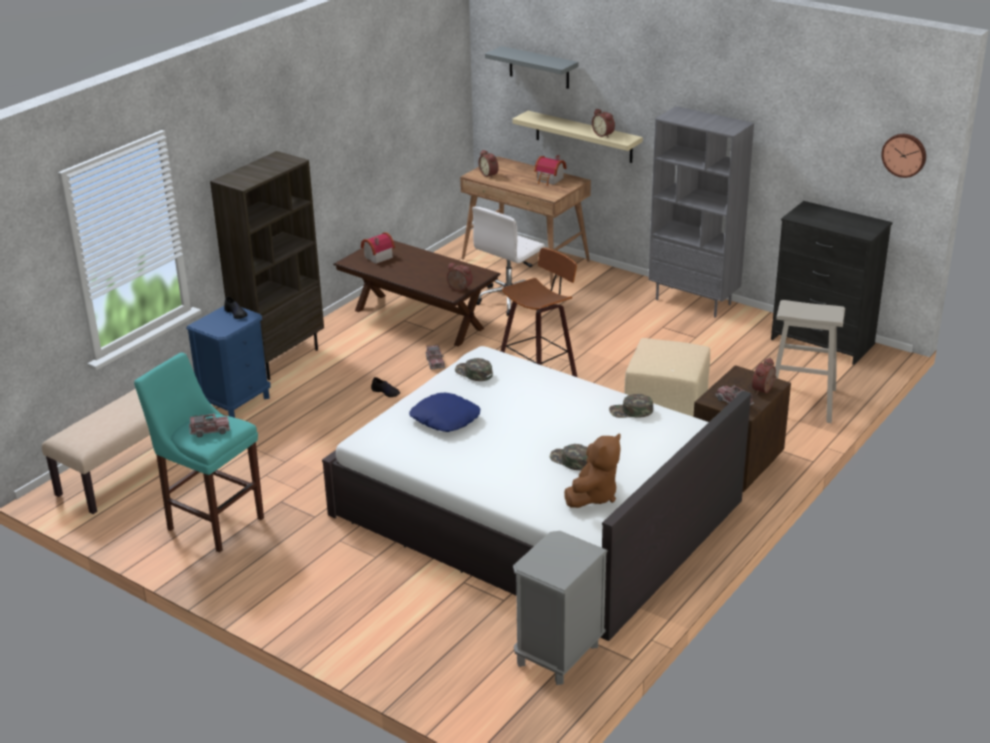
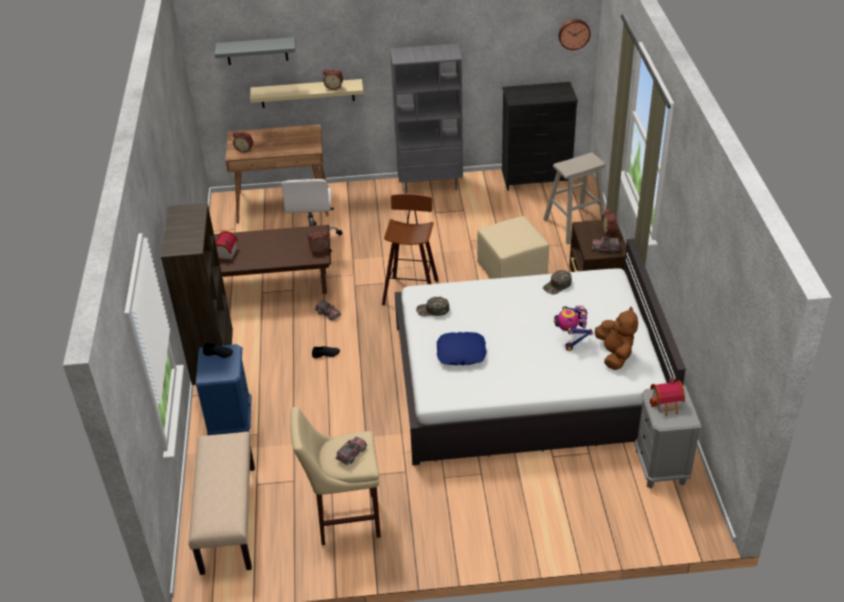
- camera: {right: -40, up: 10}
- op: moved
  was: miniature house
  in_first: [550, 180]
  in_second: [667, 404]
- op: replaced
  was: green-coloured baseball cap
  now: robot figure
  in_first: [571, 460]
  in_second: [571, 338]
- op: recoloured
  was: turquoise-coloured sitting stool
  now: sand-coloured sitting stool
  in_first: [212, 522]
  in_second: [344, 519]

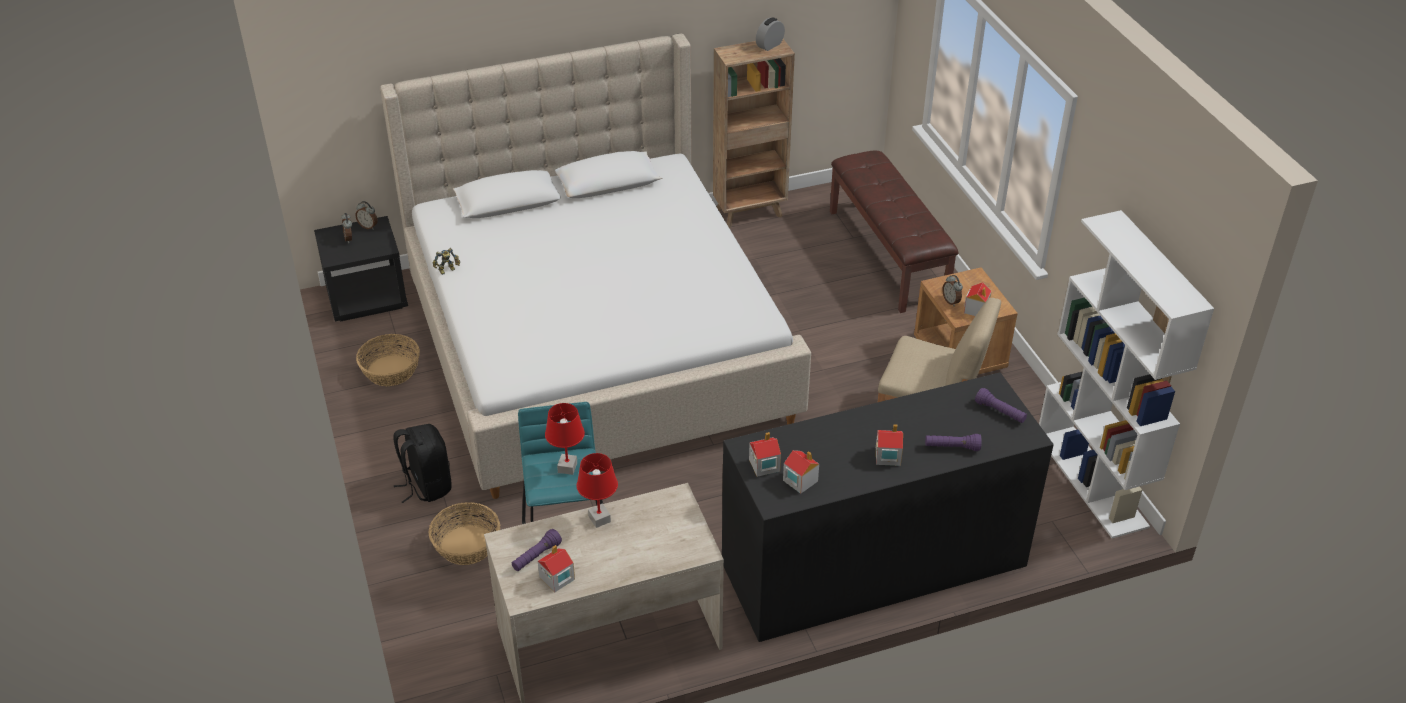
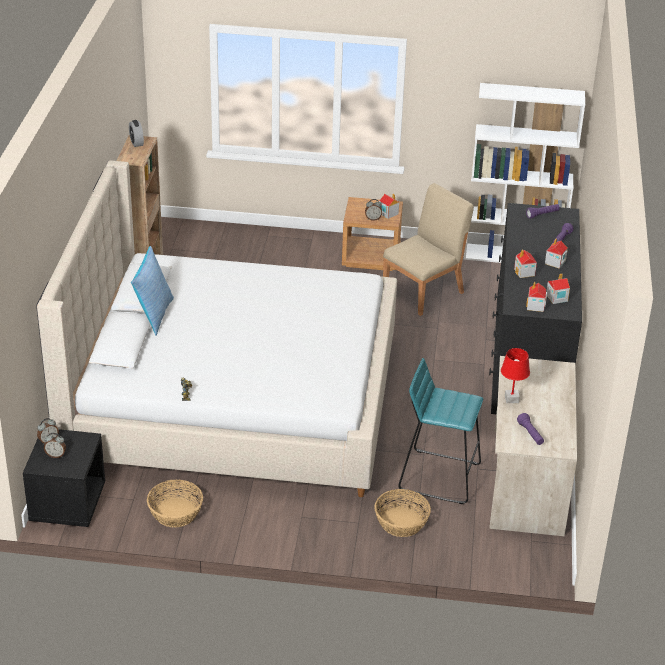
- camera: {right: -65, up: -5}
- op: removed
  was: black-coloured rucksack
  in_first: [426, 485]
- op: removed
  was: red-coloured lamp for a table
  in_first: [567, 467]
- op: removed
  was: brown indoor bench
  in_first: [888, 255]
- op: added
  now: throw pillow
  in_second: [153, 315]
- op: moved
  was: miniature house
  in_first: [556, 578]
  in_second: [524, 272]

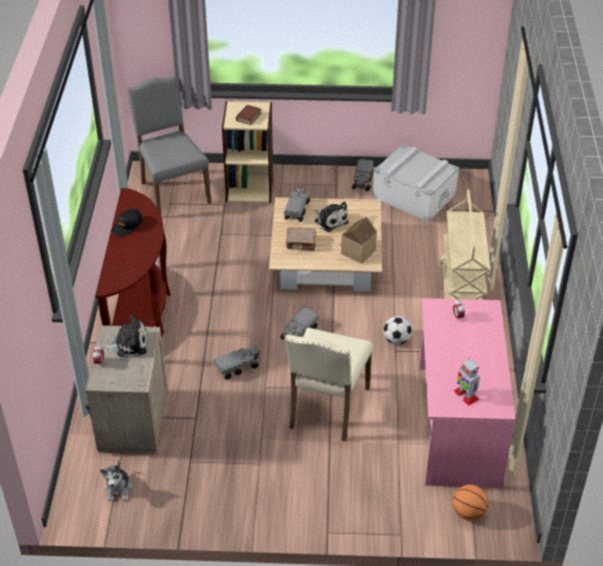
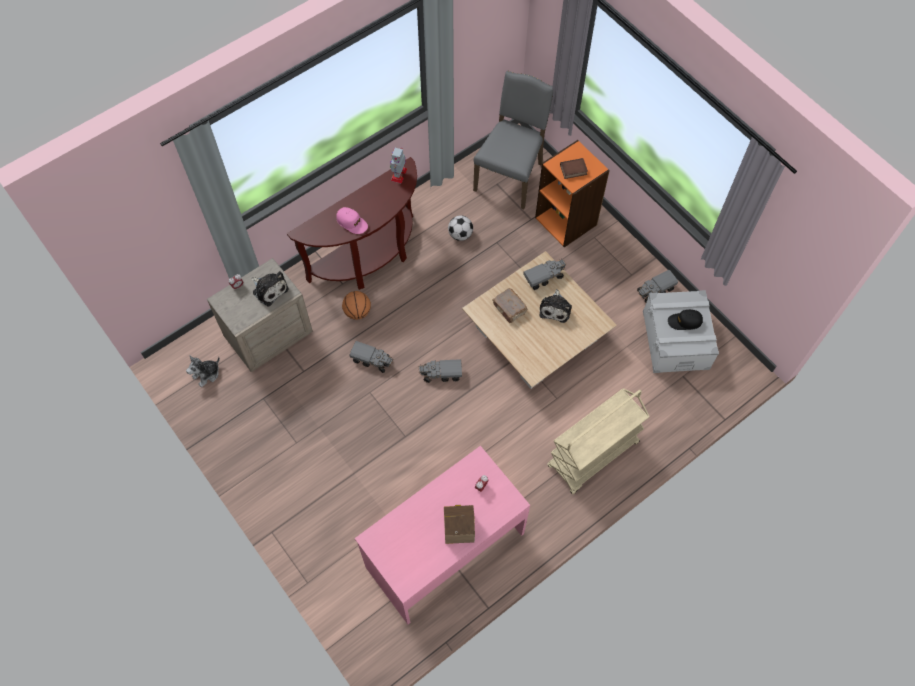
- camera: {right: 50, up: 20}
- op: removed
  was: sand-coloured upright chair
  in_first: [327, 408]
- op: added
  now: pink baseball cap
  in_second: [352, 222]
- op: moved
  was: black-coloured baseball cap
  in_first: [127, 226]
  in_second: [684, 321]
- op: moved
  was: miniature house
  in_first: [356, 251]
  in_second: [458, 526]
- op: moved
  was: ball for football
  in_first: [396, 340]
  in_second: [460, 235]
- op: moved
  was: basketball
  in_first: [468, 513]
  in_second: [357, 312]
- op: moved
  was: robot figure
  in_first: [465, 395]
  in_second: [398, 174]
- op: recoloured
  was: sand-coloured bookshelf
  now: orange bookshelf
  in_first: [250, 188]
  in_second: [566, 221]

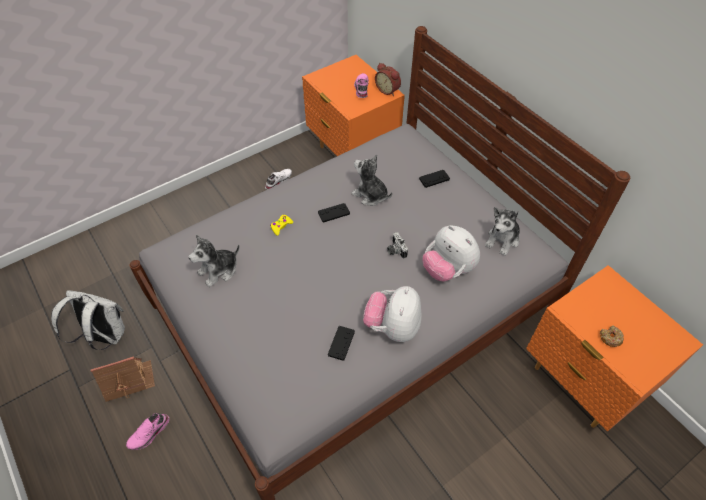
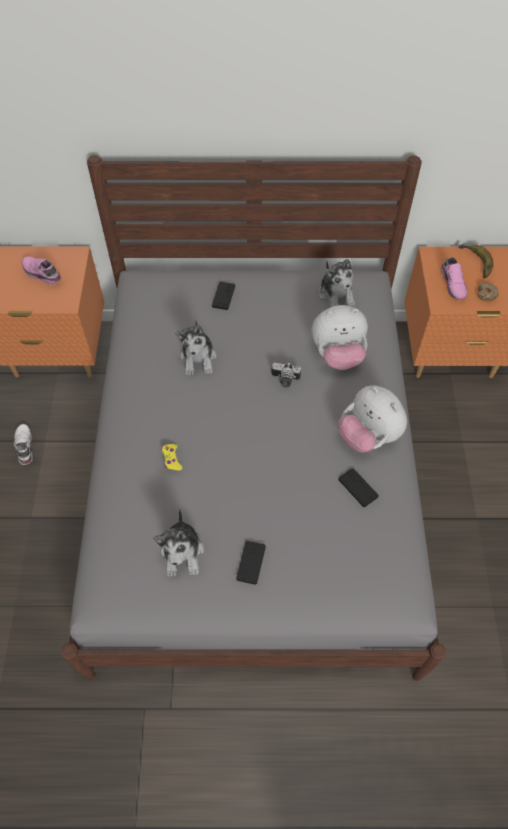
- camera: {right: -55, up: 5}
- op: removed
  was: white-coloured rucksack
  in_first: [104, 336]
- op: removed
  was: miniature house
  in_first: [128, 380]
- op: removed
  was: alarm clock
  in_first: [388, 90]
- op: added
  now: whole banana
  in_second: [474, 263]
- op: moved
  was: pink item of footwear
  in_first: [149, 434]
  in_second: [453, 284]
- op: moved
  was: black-coloured game controller
  in_first: [334, 213]
  in_second: [251, 562]
- op: turned
  was: cuddly toy
  in_first: [370, 195]
  in_second: [198, 358]
  clockwise: -75

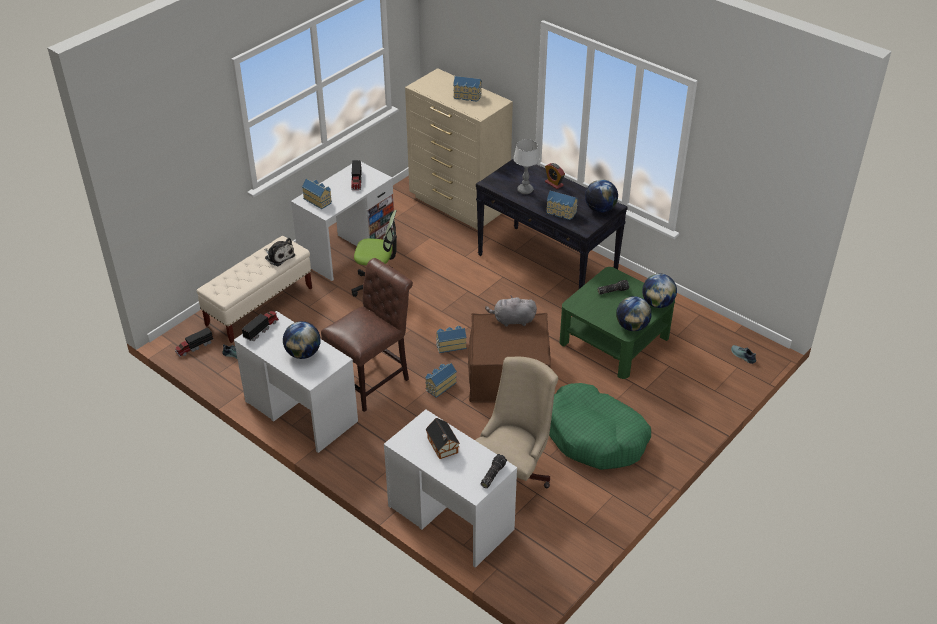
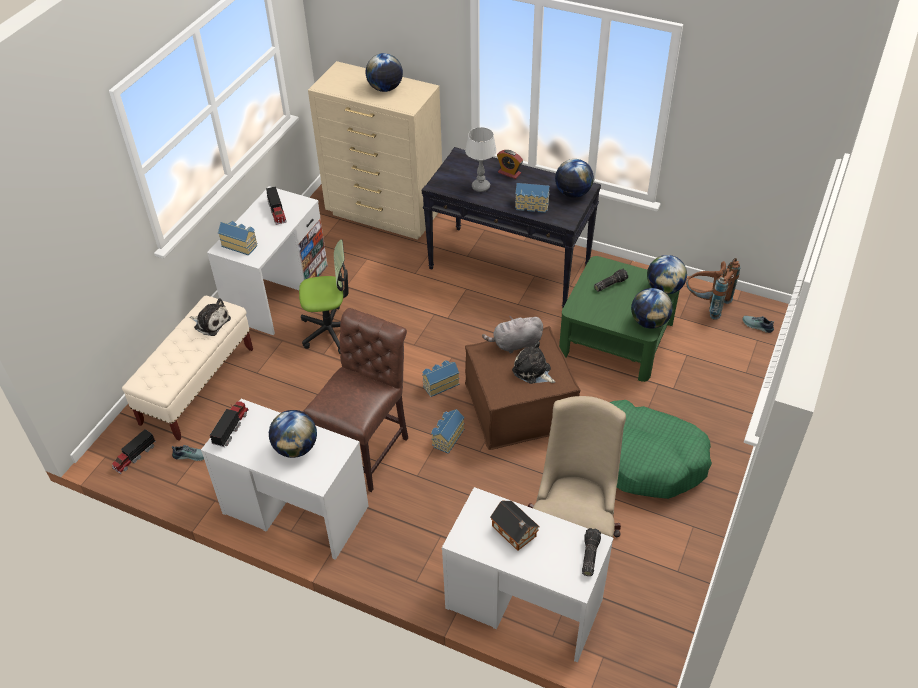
- camera: {right: -15, up: 5}
- op: added
  now: cuddly toy
  in_second: [533, 371]
- op: added
  now: brown rucksack
  in_second: [706, 304]
- op: replaced
  was: miniature house
  now: desk globe
  in_first: [467, 96]
  in_second: [385, 88]

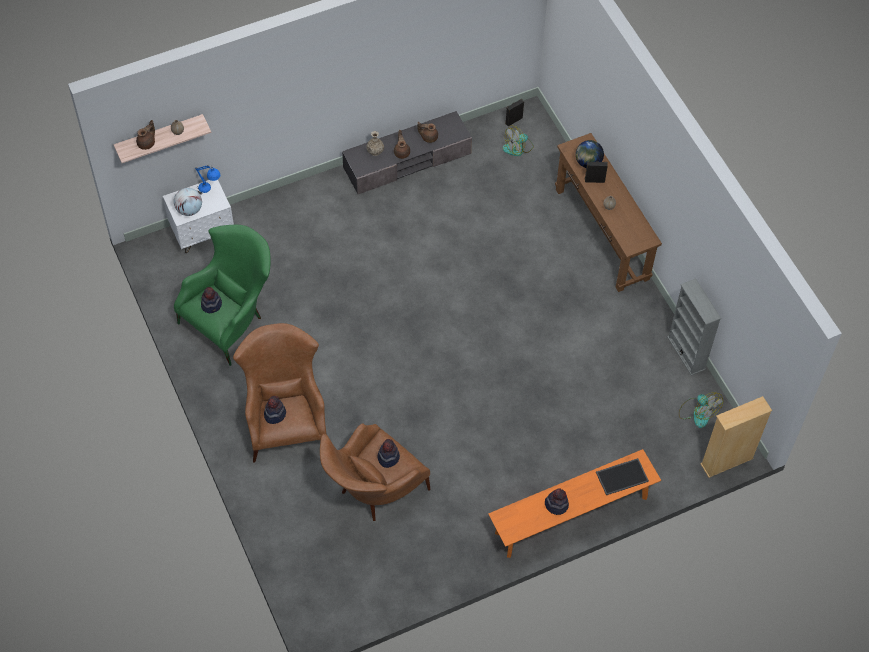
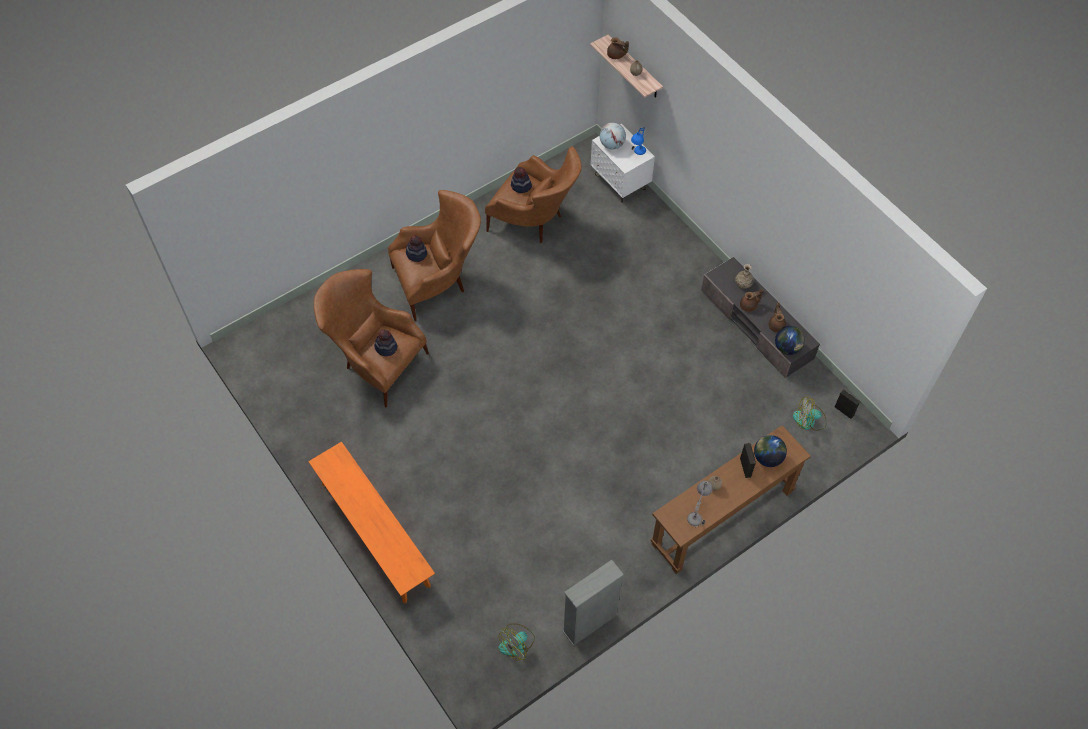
- camera: {right: 80, up: 0}
- op: removed
  was: clothing hat
  in_first: [556, 505]
- op: removed
  was: serving tray
  in_first: [622, 476]
- op: removed
  was: sand-coloured bookshelf
  in_first: [726, 461]
- op: added
  now: grey lamp for a table
  in_second: [697, 512]
- op: added
  now: desk globe
  in_second: [787, 348]
- op: recoloured
  was: green-coloured lounge chair
  now: brown lounge chair
  in_first: [232, 318]
  in_second: [535, 222]
- op: turned
  was: cooling fan
  in_first: [518, 148]
  in_second: [809, 420]
  clockwise: -45

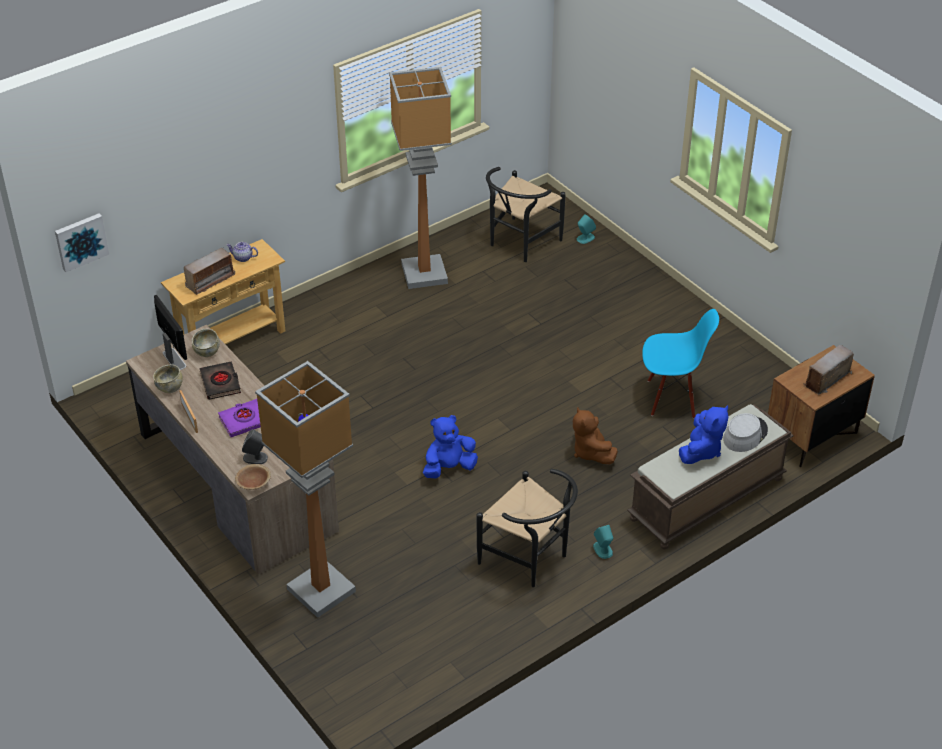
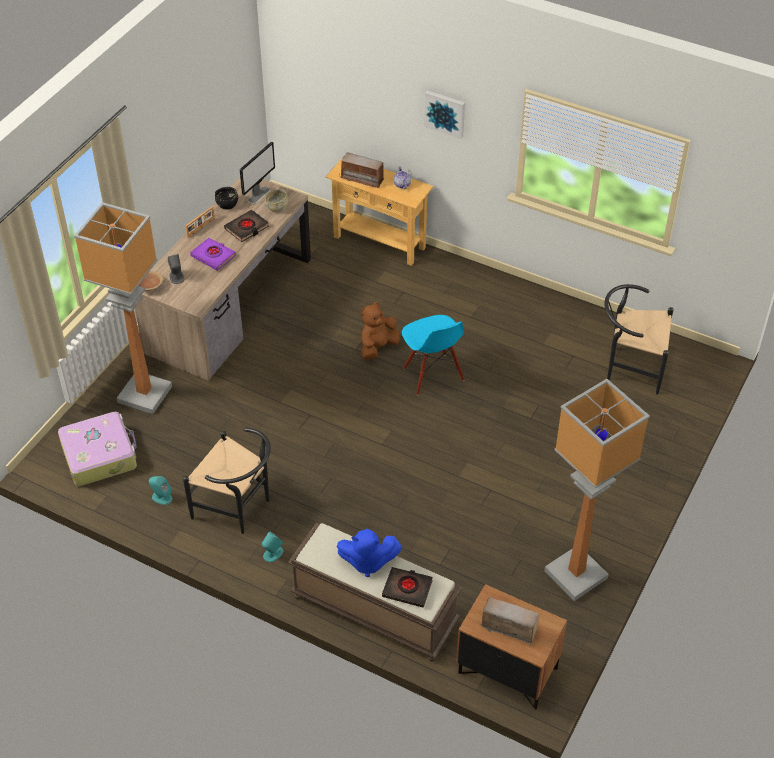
- camera: {right: 65, up: 5}
- op: removed
  was: bluish cuddly toy
  in_first: [449, 468]
- op: added
  now: piece of luggage
  in_second: [100, 455]
- op: moved
  was: wall picture
  in_first: [81, 241]
  in_second: [445, 113]
- op: moved
  was: floor lamp
  in_first: [425, 274]
  in_second: [575, 575]
- op: moved
  was: brown cuddly toy
  in_first: [591, 452]
  in_second: [378, 347]
- op: moved
  was: turquoise-coloured loudspeaker
  in_first: [585, 238]
  in_second: [161, 497]
- op: moved
  was: bluish upright chair
  in_first: [672, 398]
  in_second: [432, 374]
- op: replaced
  was: grey clothing hat
  now: black-coloured book
  in_first: [745, 435]
  in_second: [407, 589]
- op: recoloured
  was: sand-coloured deep dish
  now: black-coloured deep dish
  in_first: [169, 387]
  in_second: [227, 205]
- op: turned
  was: black-coloured upright chair
  in_first: [530, 559]
  in_second: [237, 508]
  clockwise: -75

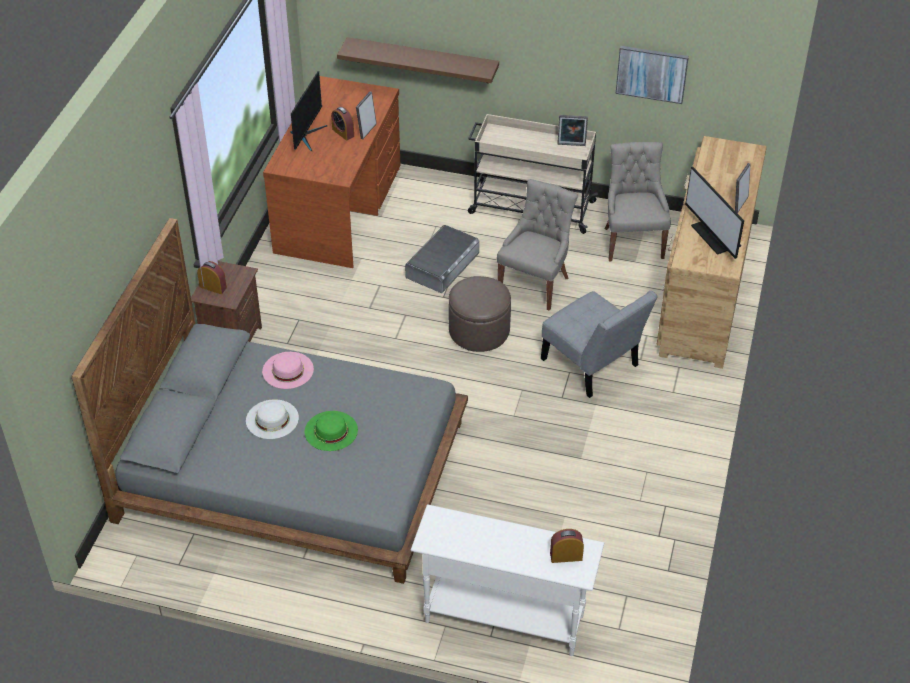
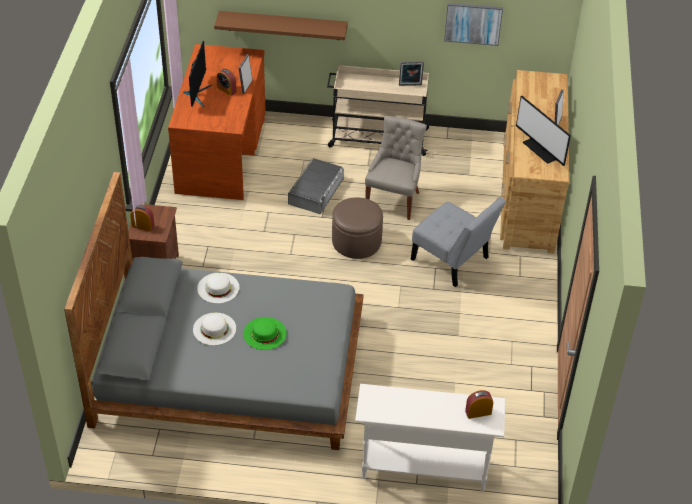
- camera: {right: -10, up: 0}
- op: removed
  was: grey upright chair
  in_first: [632, 241]
- op: recoloured
  was: pink clothing hat
  now: white-coloured clothing hat
  in_first: [288, 370]
  in_second: [218, 288]

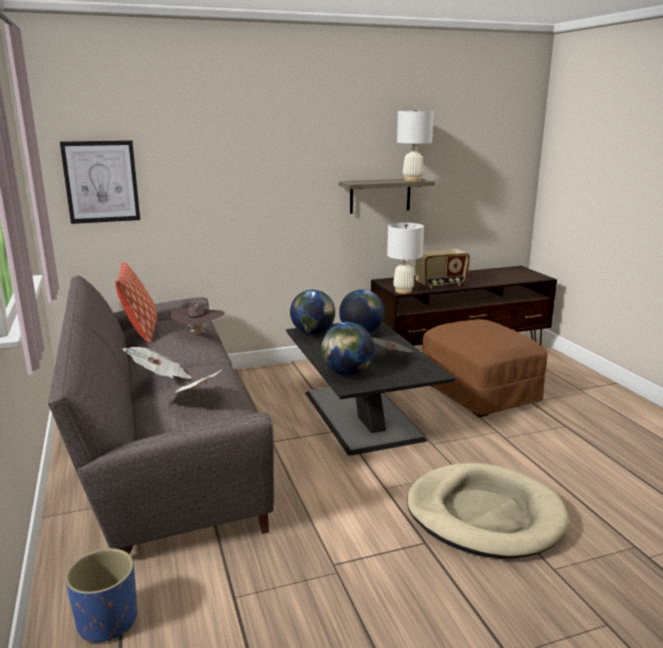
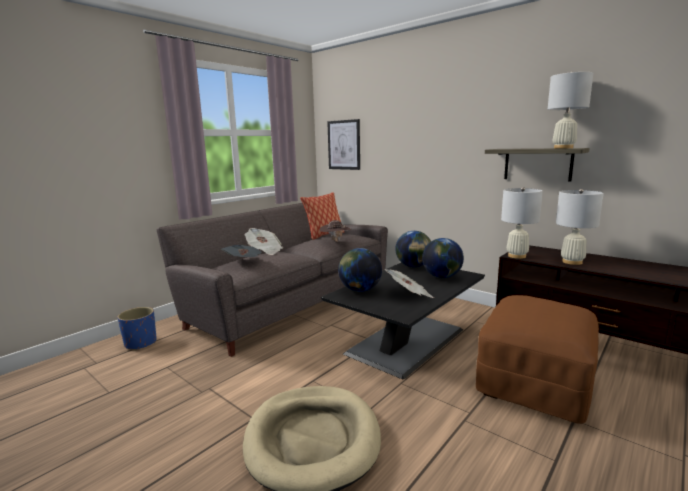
- camera: {right: 60, up: -5}
- op: replaced
  was: radio receiver
  now: white-coloured lamp for a table
  in_first: [441, 284]
  in_second: [572, 262]

